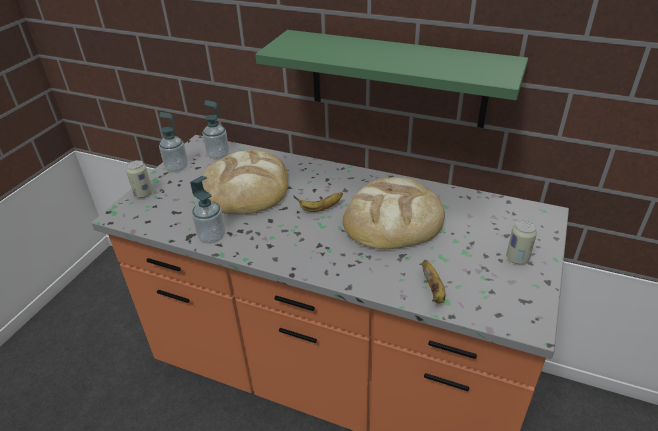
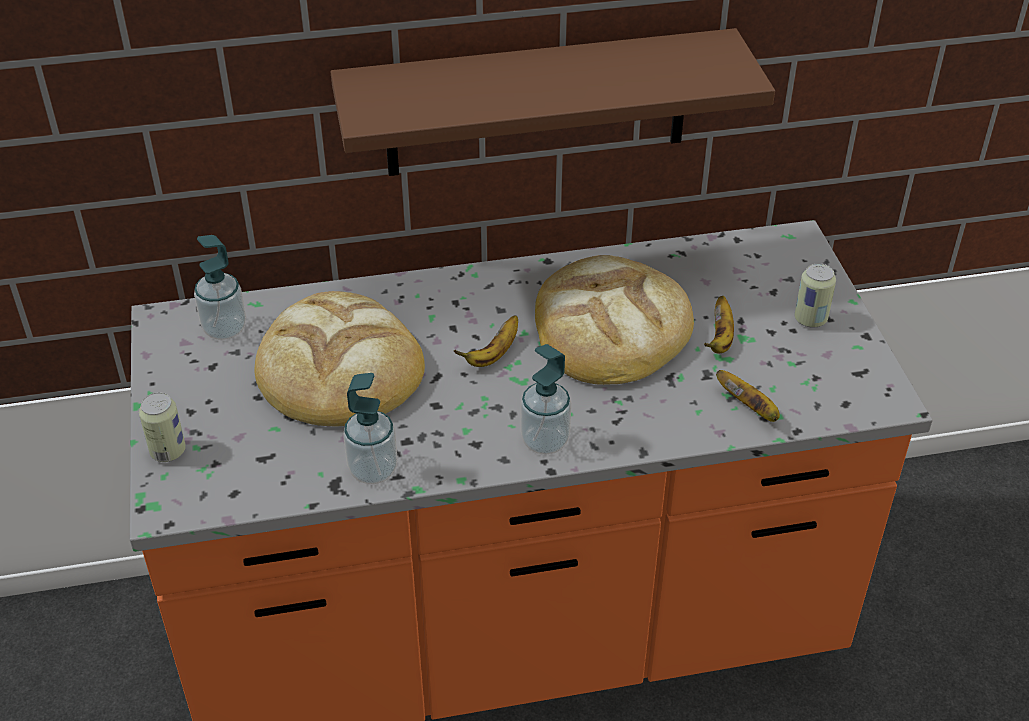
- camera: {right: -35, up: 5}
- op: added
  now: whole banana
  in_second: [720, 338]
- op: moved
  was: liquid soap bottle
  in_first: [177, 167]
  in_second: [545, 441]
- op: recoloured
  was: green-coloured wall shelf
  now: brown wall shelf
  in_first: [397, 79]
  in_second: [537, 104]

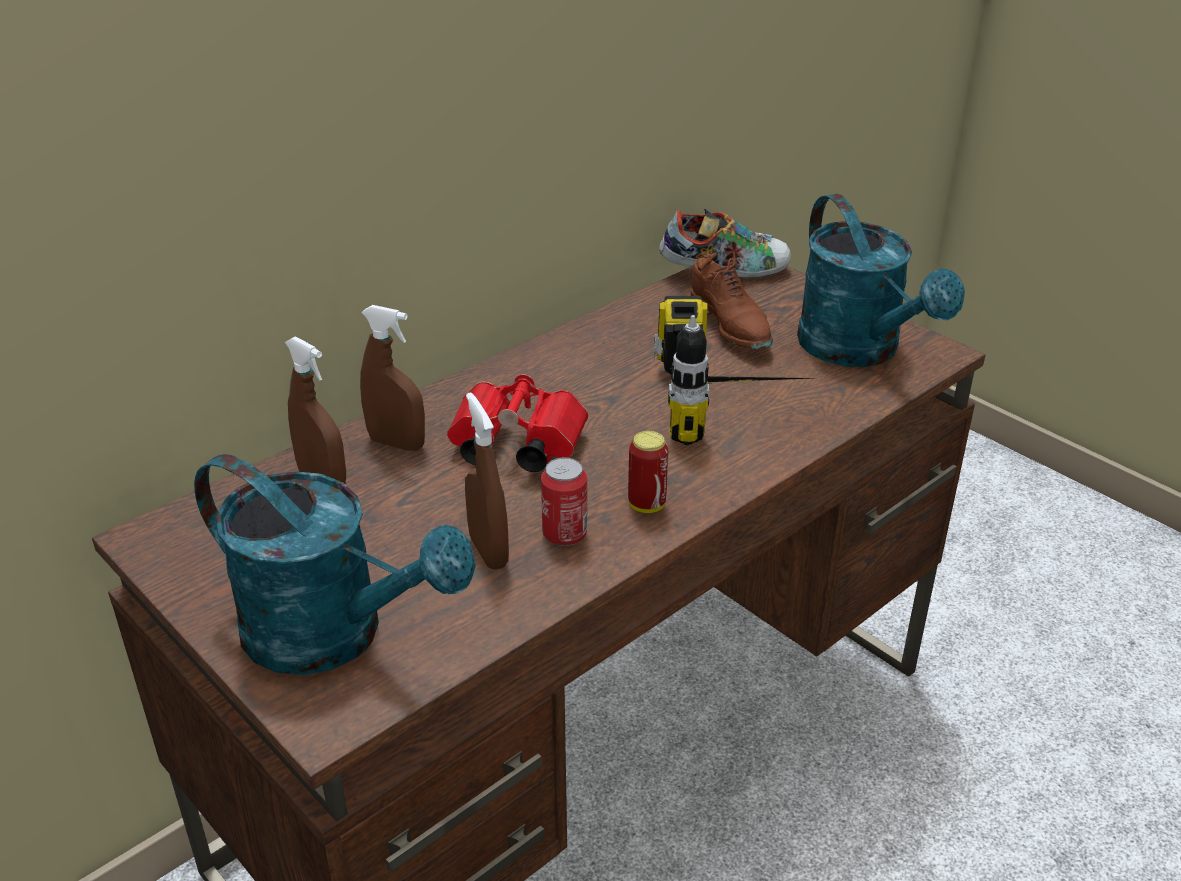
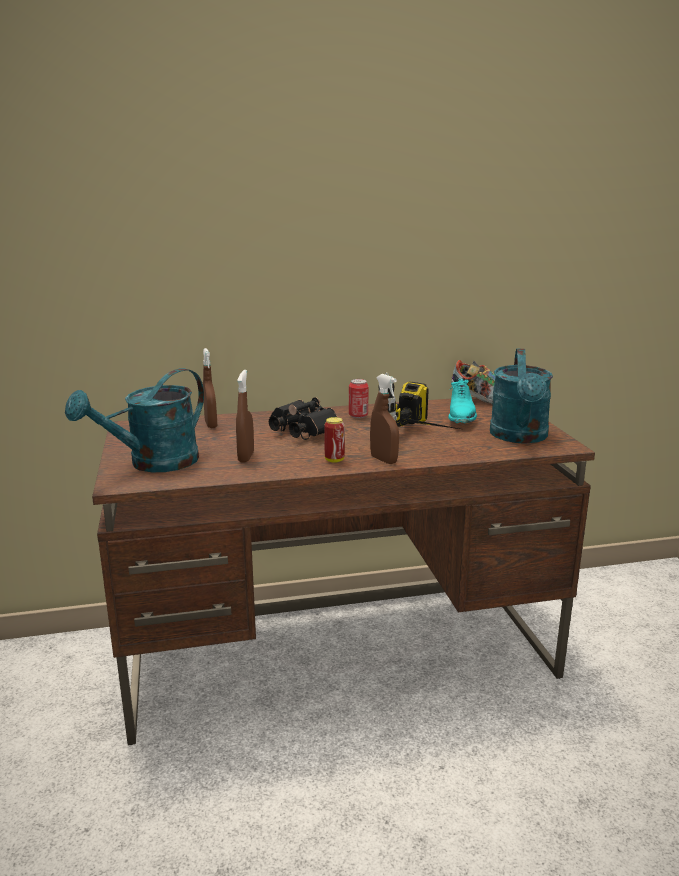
- camera: {right: 30, up: -15}
- op: moved
  was: brown spray bottle
  in_first: [397, 443]
  in_second: [383, 460]
- op: moved
  was: can
  in_first: [564, 534]
  in_second: [358, 415]
- op: recoloured
  was: red-coloured field glasses
  now: black-coloured field glasses
  in_first: [513, 447]
  in_second: [301, 432]
- op: recoloured
  was: brown item of footwear
  now: turquoise-coloured item of footwear
  in_first: [731, 327]
  in_second: [461, 418]
- op: turned
  was: turquoise-coloured watering can
  in_first: [334, 635]
  in_second: [153, 464]
  clockwise: 75

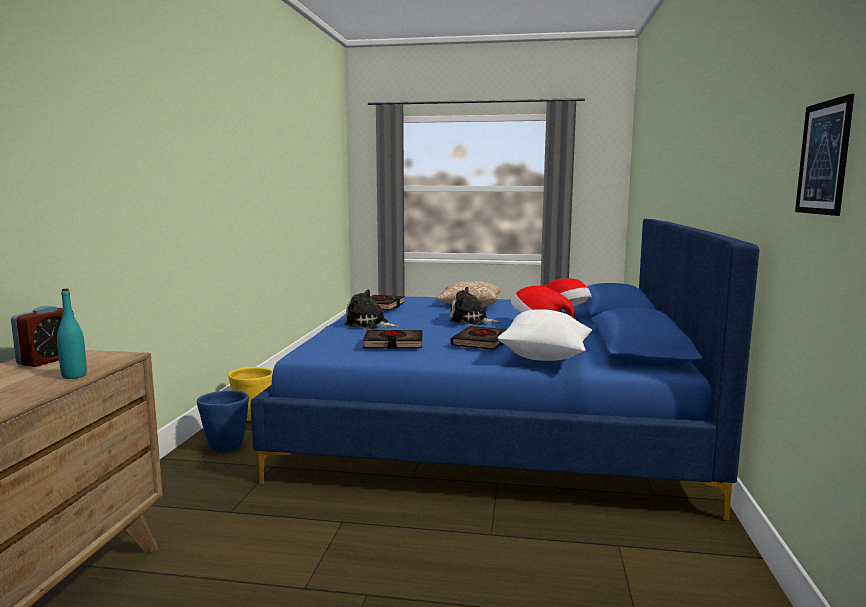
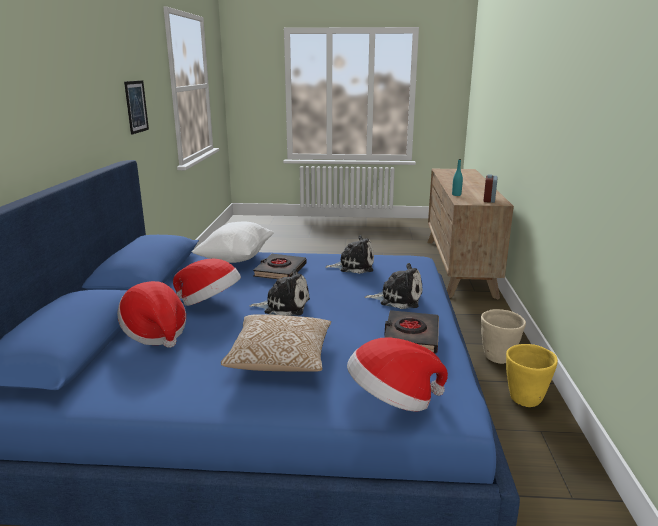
- camera: {right: 175, up: 10}
- op: added
  now: clothing hat
  in_second: [392, 400]
- op: replaced
  was: black-coloured book
  now: cuddly toy
  in_first: [393, 344]
  in_second: [353, 266]
- op: recoloured
  was: bluish plant pot
  now: sand-coloured plant pot
  in_first: [225, 447]
  in_second: [498, 358]

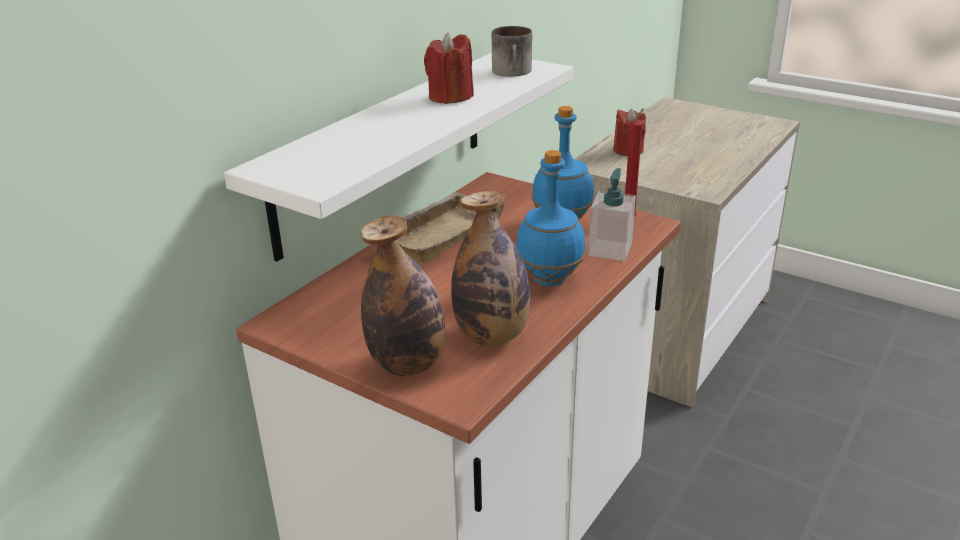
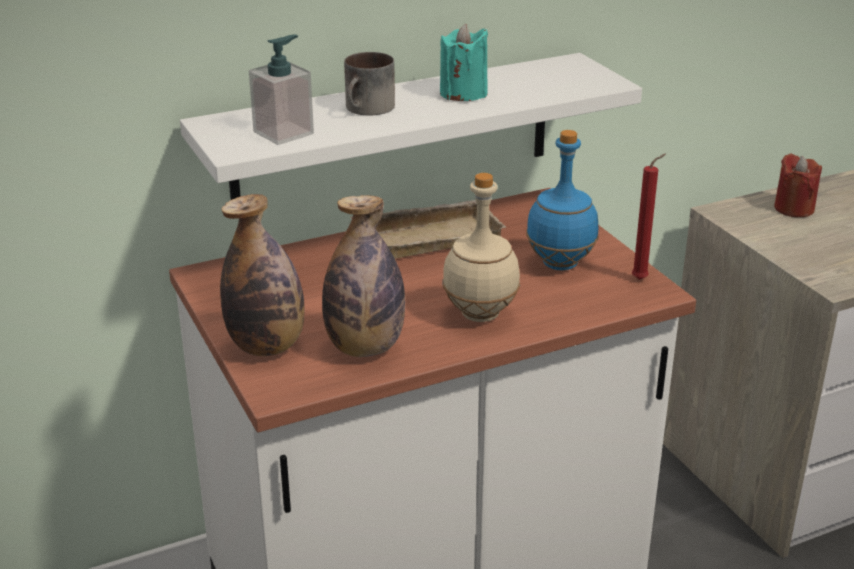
- camera: {right: 30, up: 0}
- op: moved
  was: coffee mug
  in_first: [514, 72]
  in_second: [368, 109]
- op: moved
  was: liquid soap bottle
  in_first: [610, 250]
  in_second: [284, 133]
- op: recoloured
  was: red-coloured wax candle
  now: turquoise-coloured wax candle
  in_first: [450, 97]
  in_second: [463, 93]
- op: recoloured
  was: bluish beverage bottle
  now: sand-coloured beverage bottle
  in_first: [549, 279]
  in_second: [480, 314]

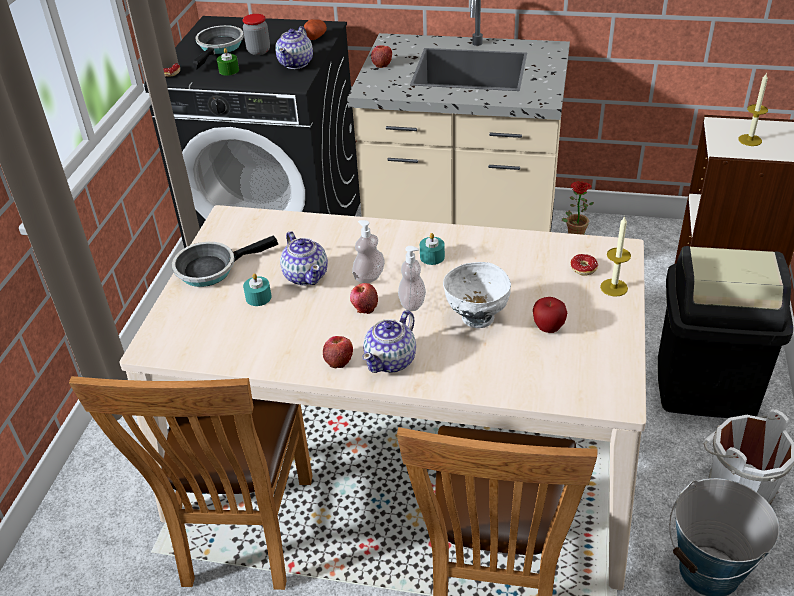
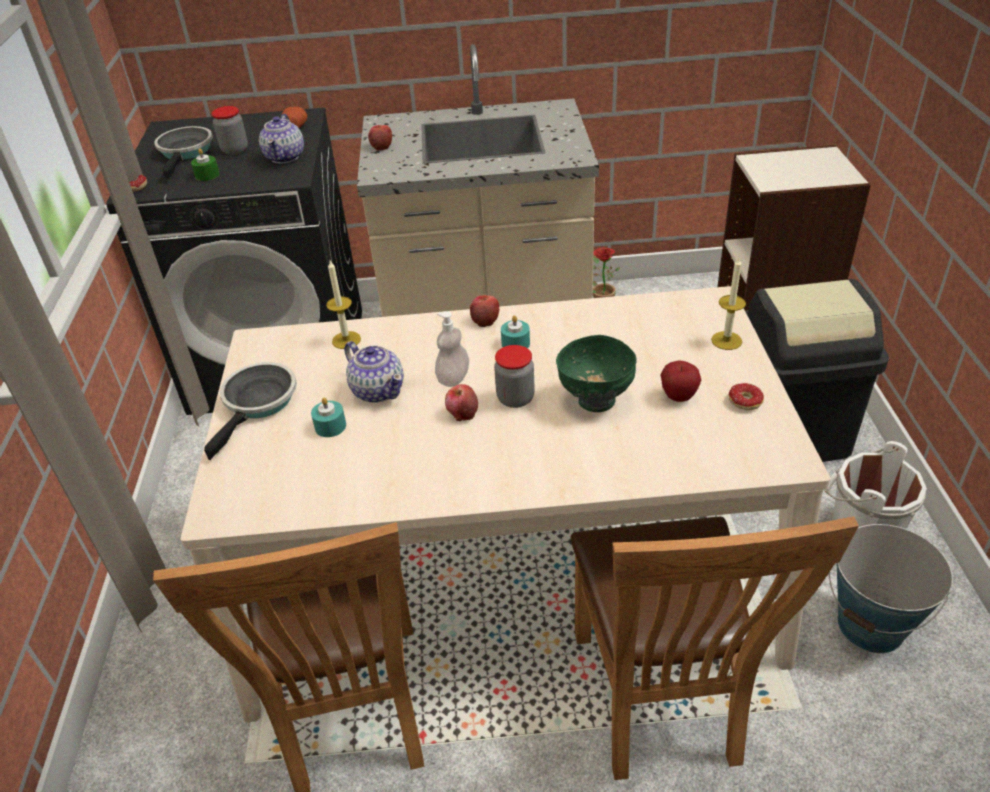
- camera: {right: -15, up: 0}
- op: removed
  was: tea pot
  in_first: [391, 360]
- op: moved
  was: whole apple
  in_first: [339, 360]
  in_second: [485, 320]
- op: moved
  was: donut
  in_first: [578, 270]
  in_second: [740, 404]
- op: moved
  was: wax candle
  in_first: [750, 140]
  in_second: [346, 340]
- op: replaced
  was: liquid soap bottle
  now: jar
  in_first: [412, 303]
  in_second: [515, 398]
- op: recoloured
  was: white-coloured deep dish
  now: green-coloured deep dish
  in_first: [477, 318]
  in_second: [595, 401]
- op: turned
  was: pan
  in_first: [211, 268]
  in_second: [258, 403]
  clockwise: 150

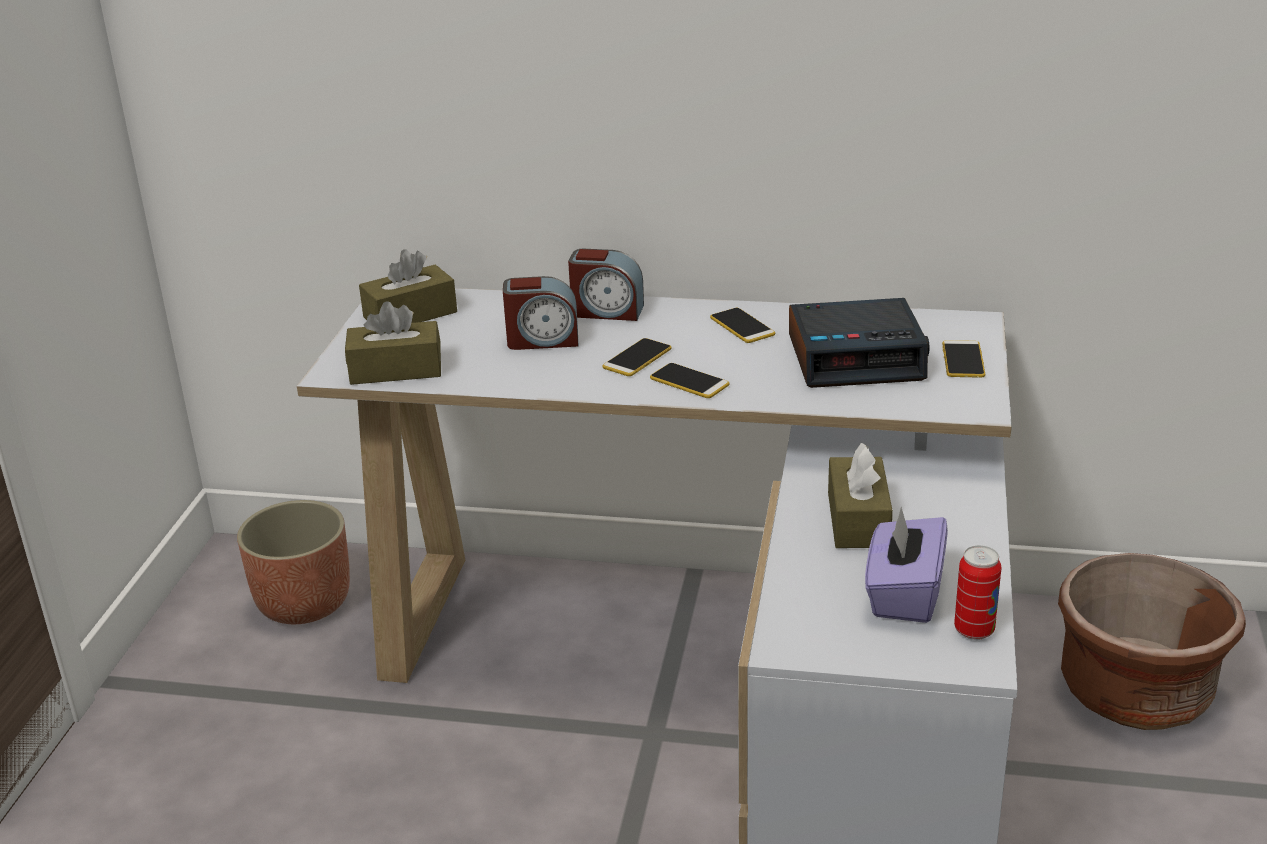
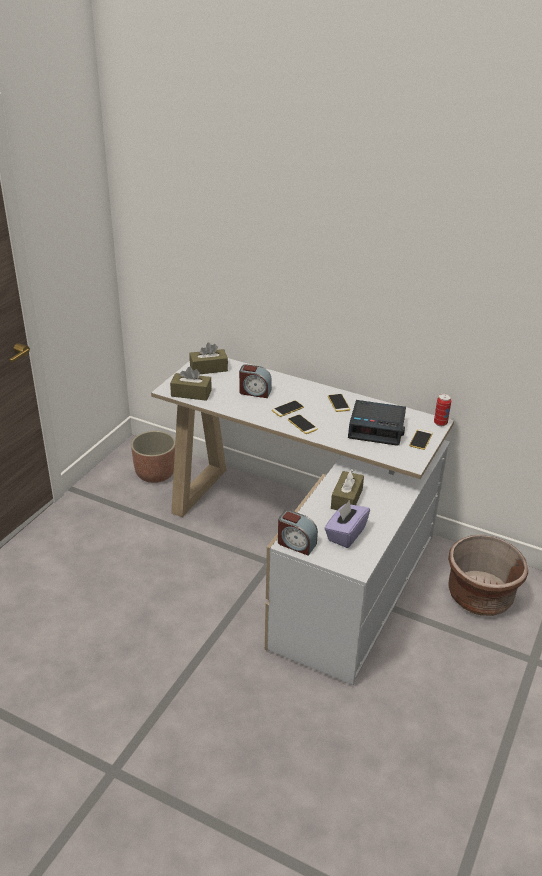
- camera: {right: 15, up: 5}
- op: moved
  was: alarm clock
  in_first: [607, 311]
  in_second: [296, 544]
- op: moved
  was: can
  in_first: [974, 630]
  in_second: [440, 423]

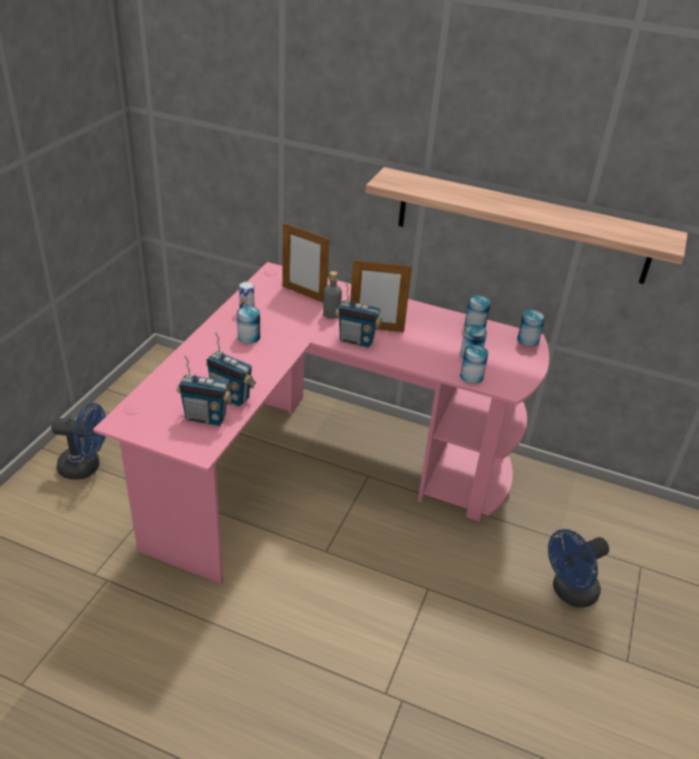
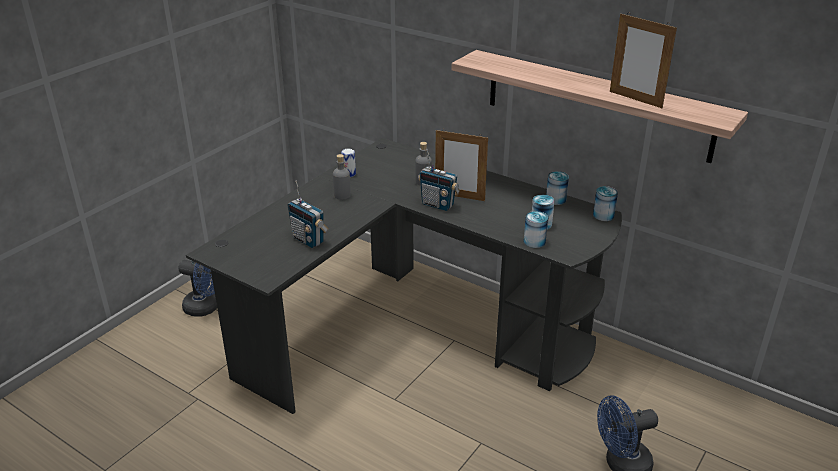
- camera: {right: 15, up: -5}
- op: removed
  was: radio receiver
  in_first: [206, 417]
- op: moved
  was: photo frame
  in_first: [304, 294]
  in_second: [635, 99]
- op: replaced
  was: can
  now: grey beverage bottle
  in_first: [249, 337]
  in_second: [342, 195]
- op: recoloured
  was: pink desk unit
  now: black-coloured desk unit
  in_first: [323, 470]
  in_second: [413, 331]

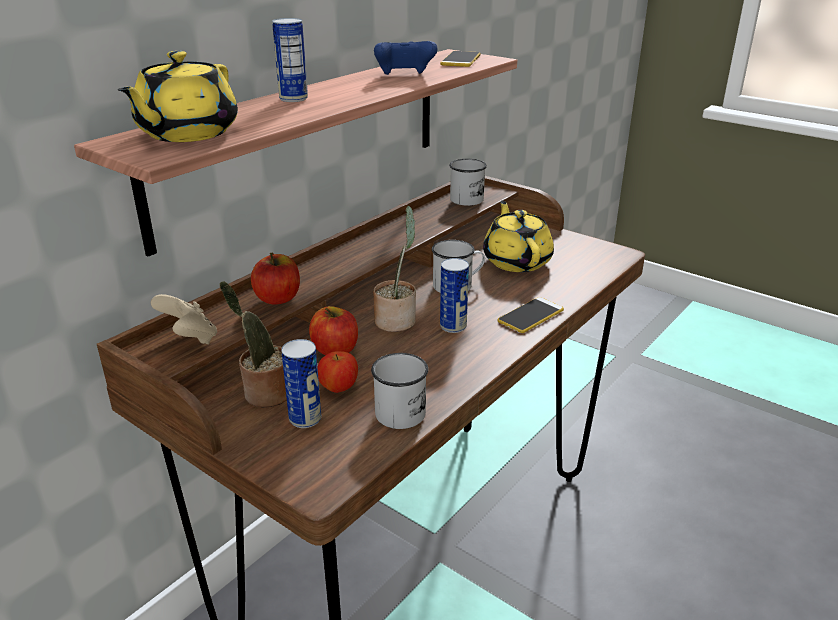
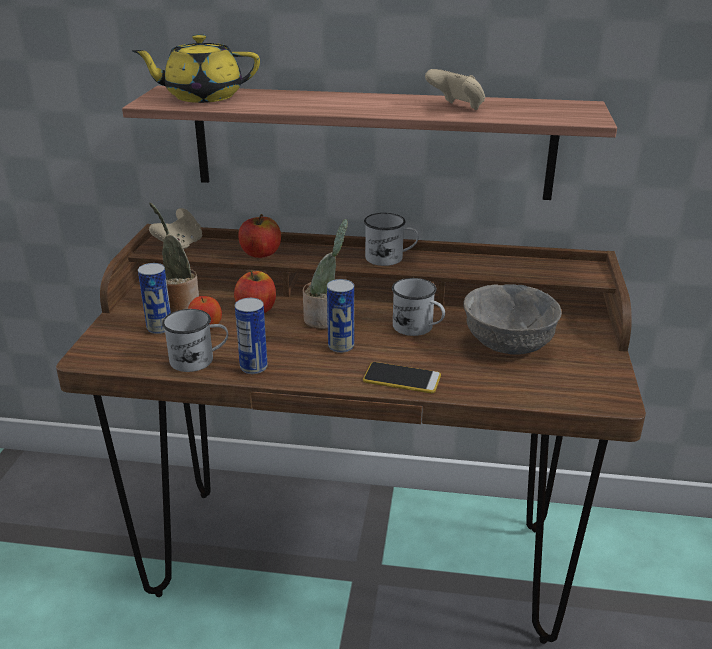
- camera: {right: 60, up: 0}
- op: removed
  was: handset
  in_first: [461, 60]
- op: moved
  was: can
  in_first: [293, 99]
  in_second: [253, 367]
- op: moved
  was: white-coloured coffee mug
  in_first: [470, 198]
  in_second: [390, 258]
- op: replaced
  was: yellow tea pot
  now: grey deep dish
  in_first: [517, 261]
  in_second: [507, 344]
- op: recoloured
  was: bluish game controller
  now: sand-coloured game controller
  in_first: [404, 76]
  in_second: [457, 108]

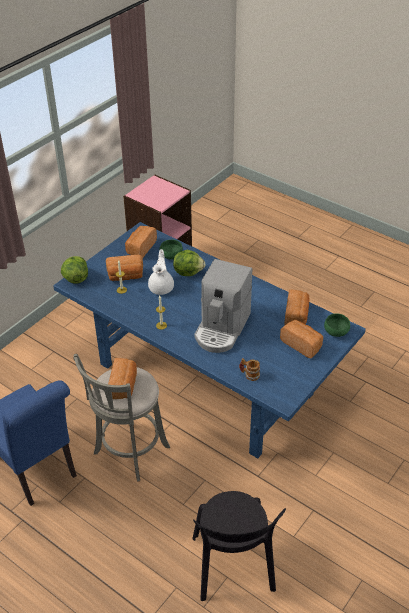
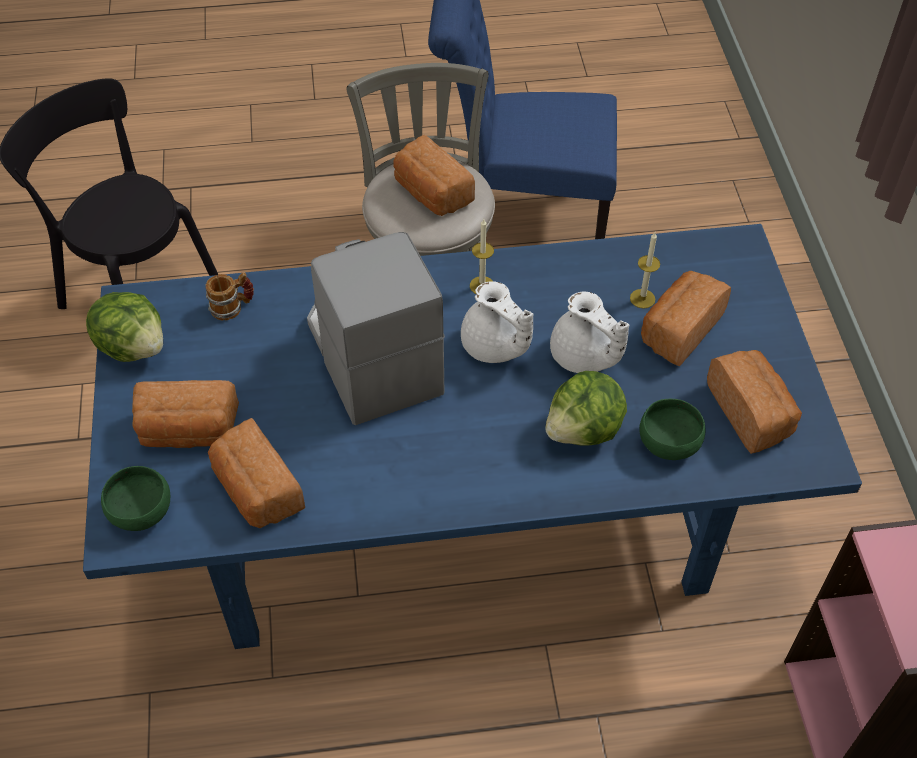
- camera: {right: 135, up: 10}
- op: added
  now: white-coloured tea pot
  in_second: [495, 347]
- op: moved
  was: lettuce head
  in_first: [76, 278]
  in_second: [133, 346]

